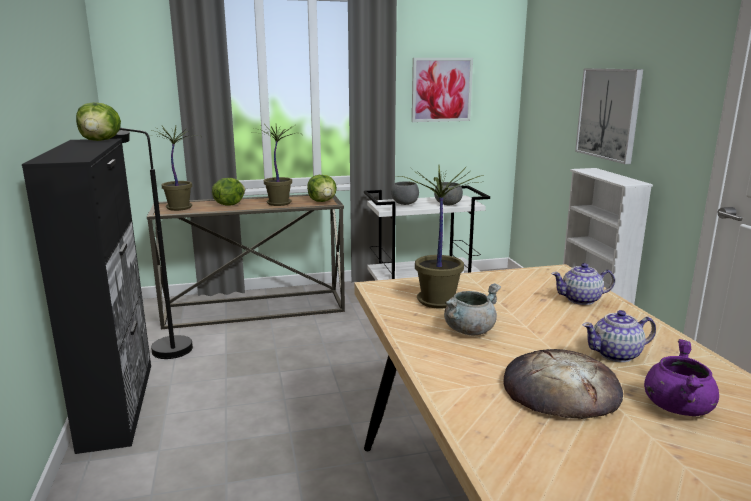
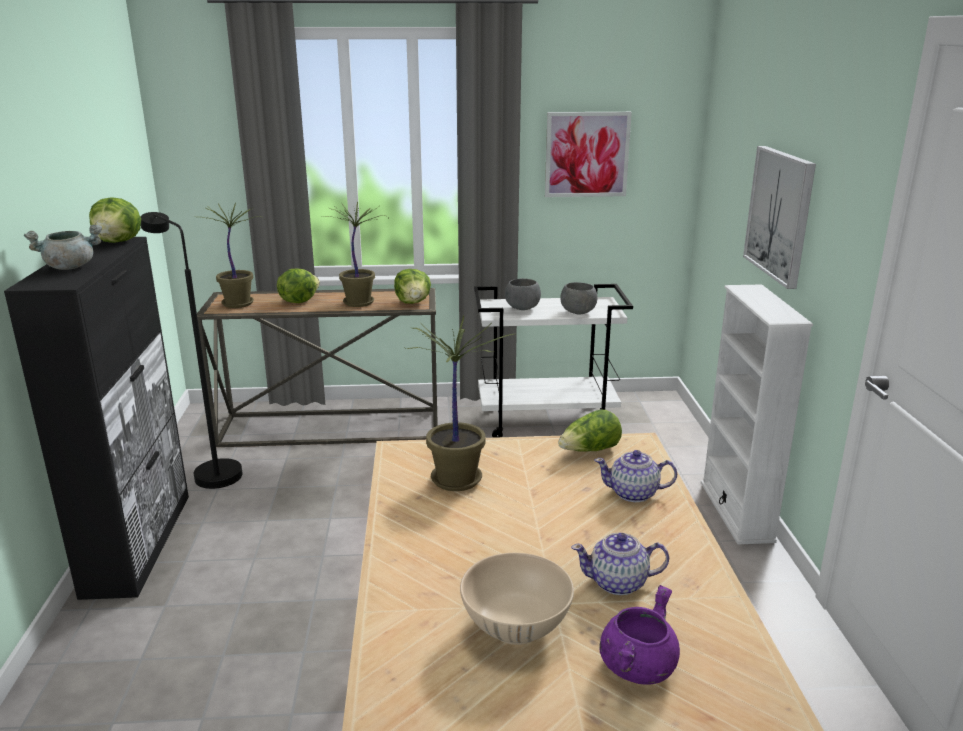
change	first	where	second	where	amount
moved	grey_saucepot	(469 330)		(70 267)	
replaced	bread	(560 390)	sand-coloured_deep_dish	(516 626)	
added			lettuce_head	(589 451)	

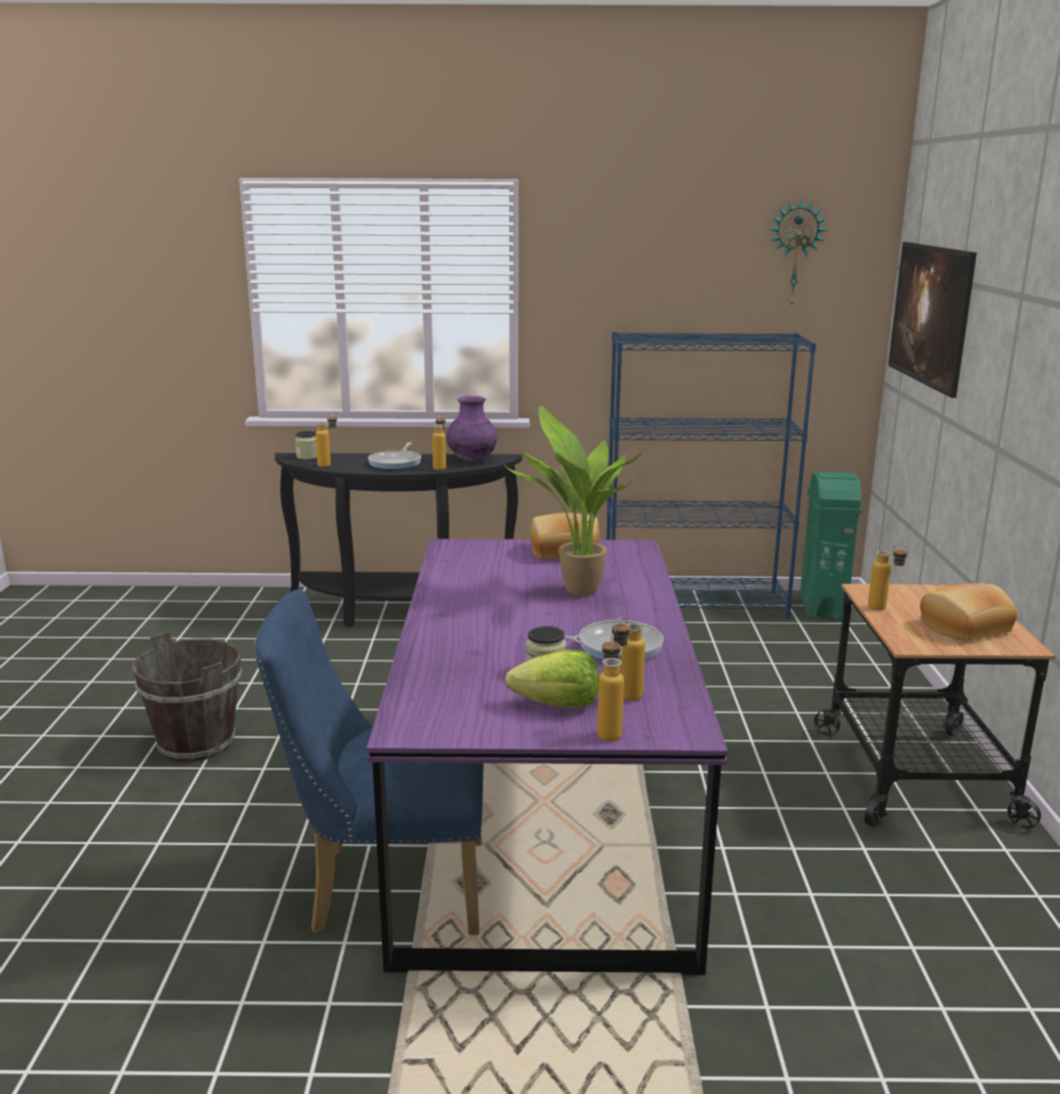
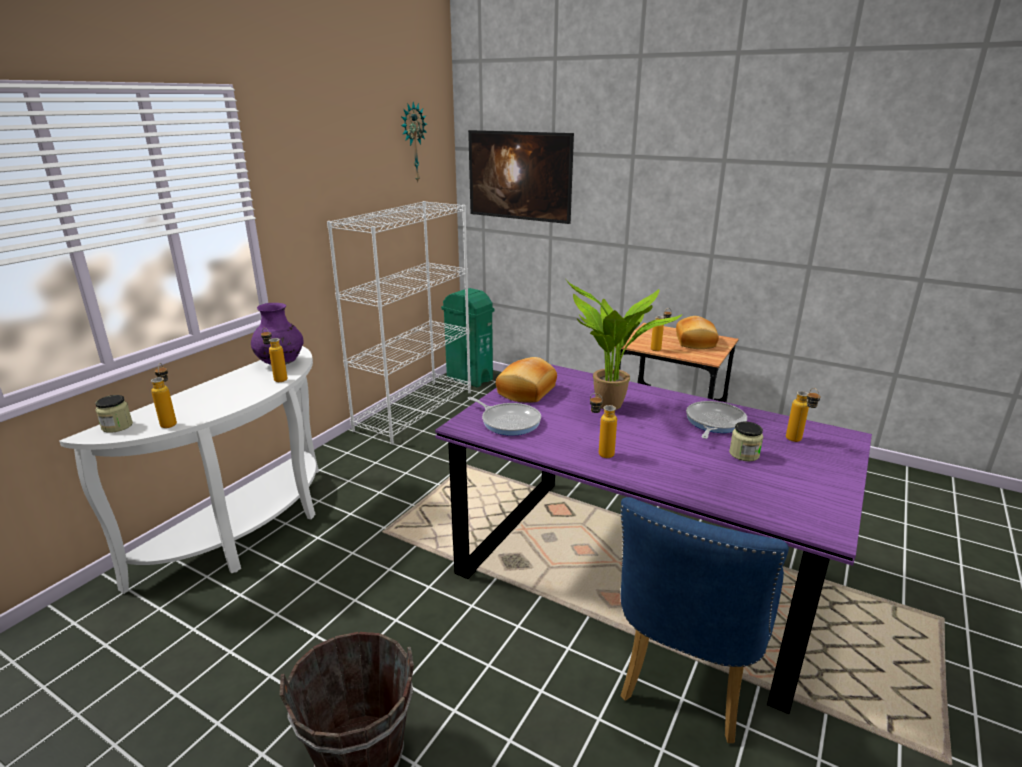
change	first	where	second	where	amount
recoloured	blue_bookshelf	(695 604)	whitish_bookshelf	(415 410)	
moved	pan	(396 463)		(508 421)	
recoloured	black_hall_table	(400 612)	whitish_hall_table	(250 532)	
moved	drink_bottle	(609 730)		(600 453)	
removed	lettuce_head	(558 705)			

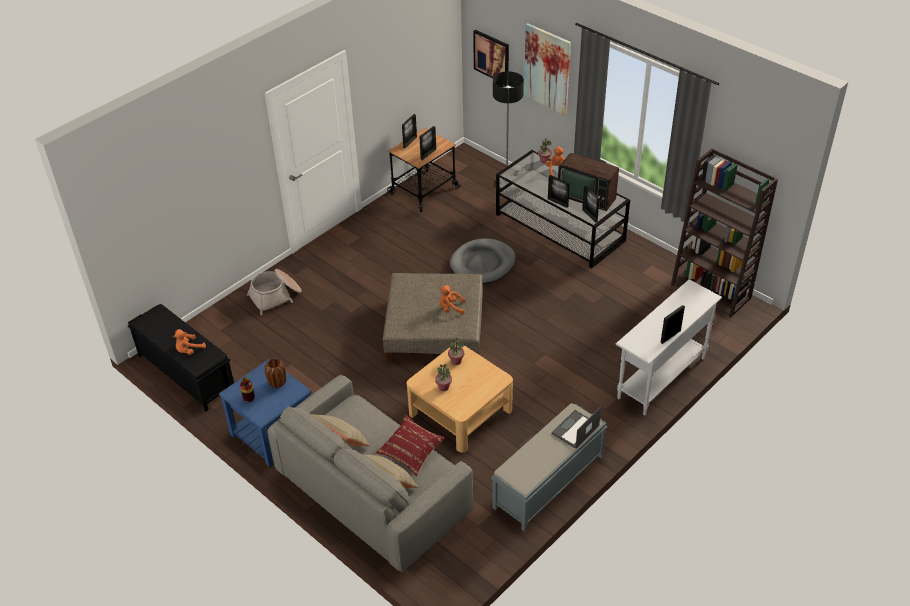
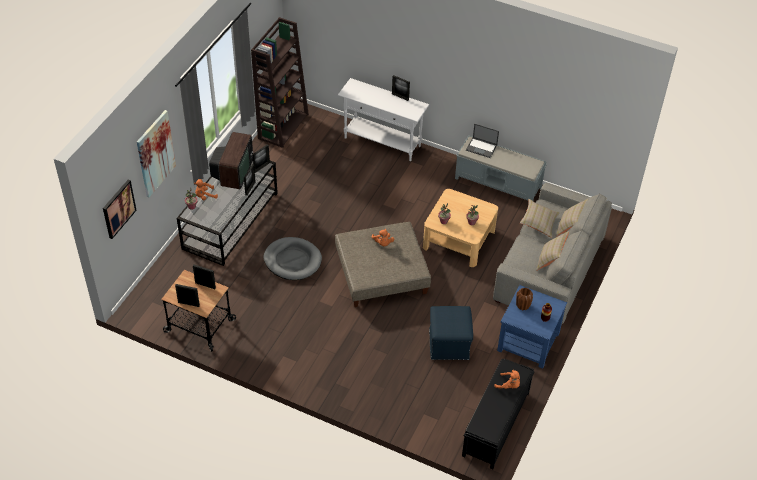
change	first	where	second	where	amount
removed	standard_lamp	(506 182)			
removed	basket	(276 296)			
recoloured	reddish_cushion	(411 451)	sand-coloured_cushion	(539 223)	
added			blue_pouffe	(449 344)	

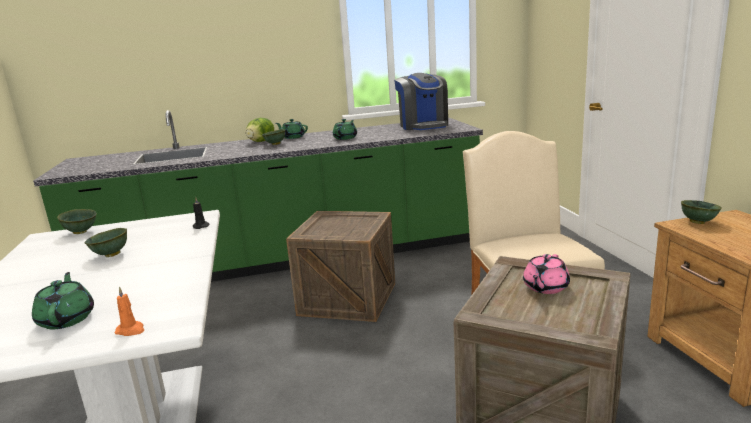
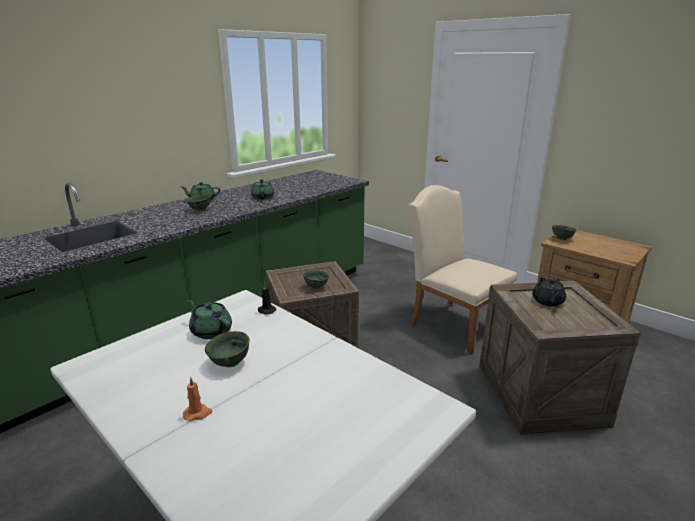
change	first	where	second	where	amount
removed	coffee_brewer	(423 126)			
removed	lettuce_head	(261 141)			
moved	greenish_deep_dish	(81 232)		(315 287)	
recoloured	pink-coloured_teapot	(545 287)	black_teapot	(548 301)	
moved	greenish_teapot	(67 319)		(211 331)	
moved	orange_candle	(131 330)		(198 413)	

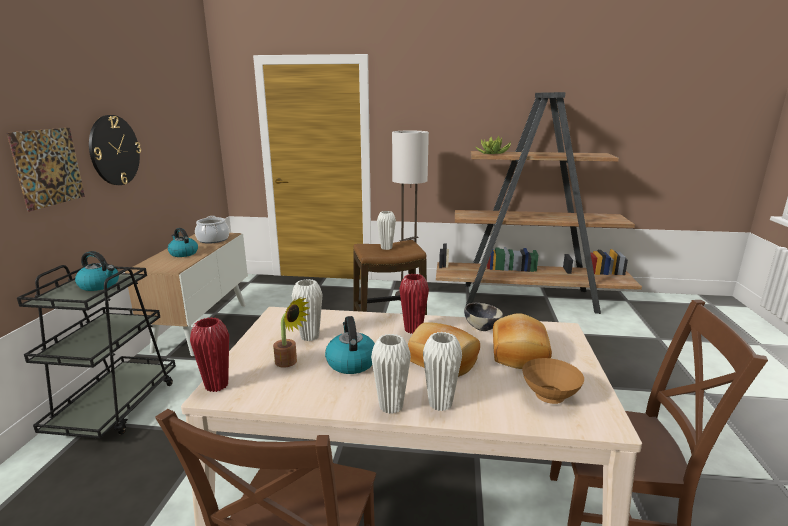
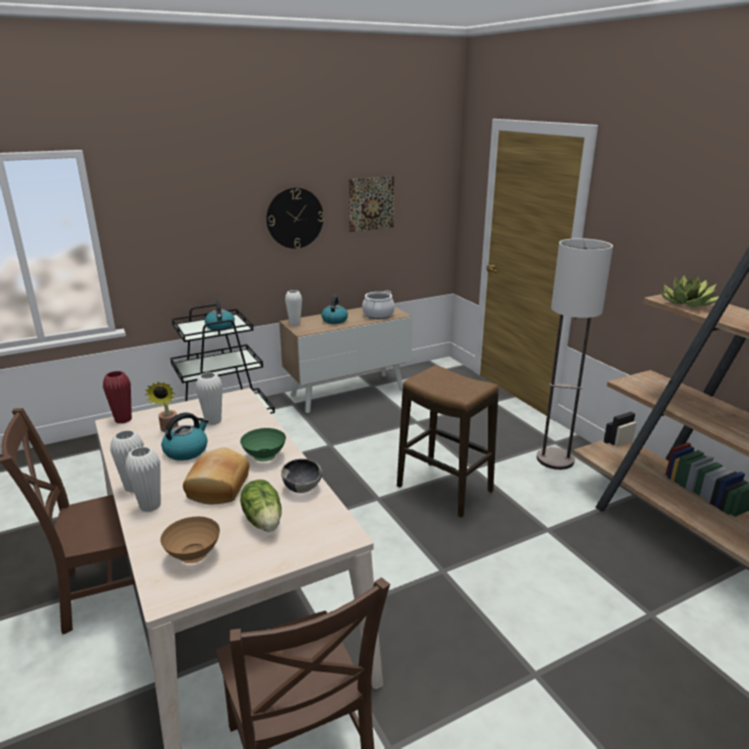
change	first	where	second	where	amount
moved	picture	(48 167)		(371 204)	
moved	whitish_decorative_vase	(386 248)		(295 324)	
replaced	reddish_decorative_vase	(413 329)	greenish_deep_dish	(265 457)	
replaced	bread	(517 353)	lettuce_head	(264 520)	

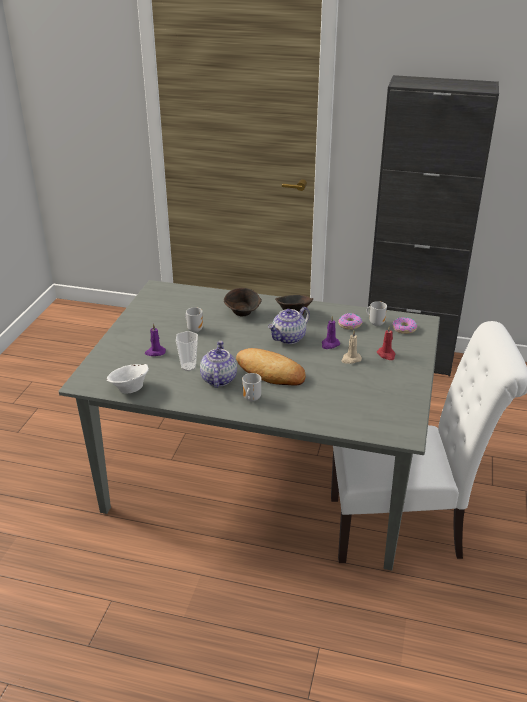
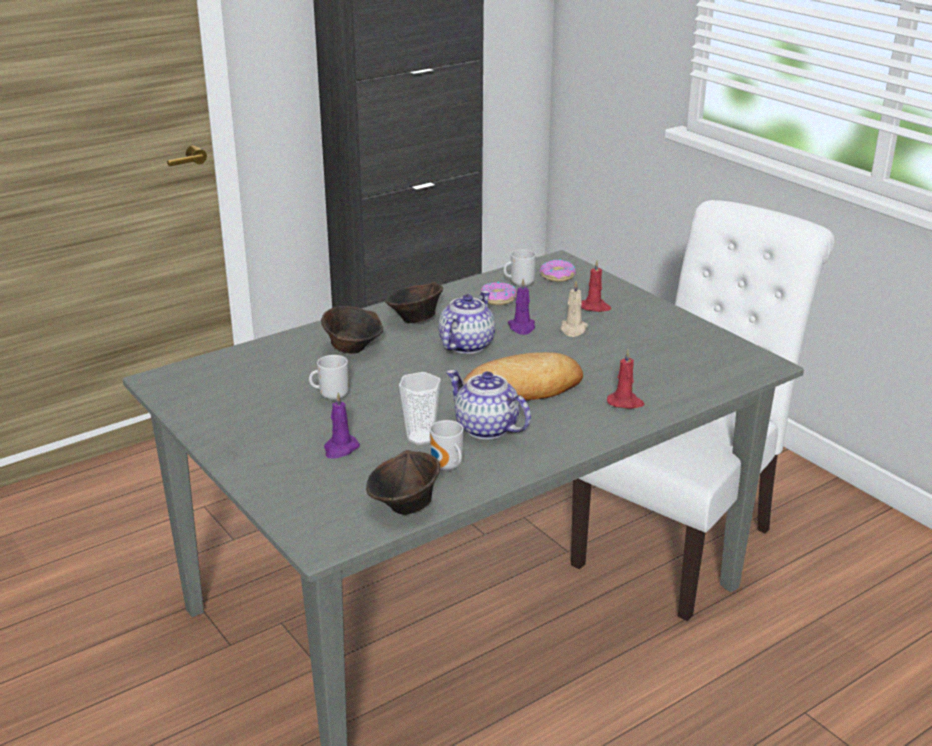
change	first	where	second	where	amount
turned	teapot	(289 338)		(466 345)	150 degrees counterclockwise
recoloured	whitish_deep_dish	(129 389)	brown-coloured_deep_dish	(405 506)	
moved	tea_mug	(250 399)		(446 468)	
added			reddish_candle	(625 402)	

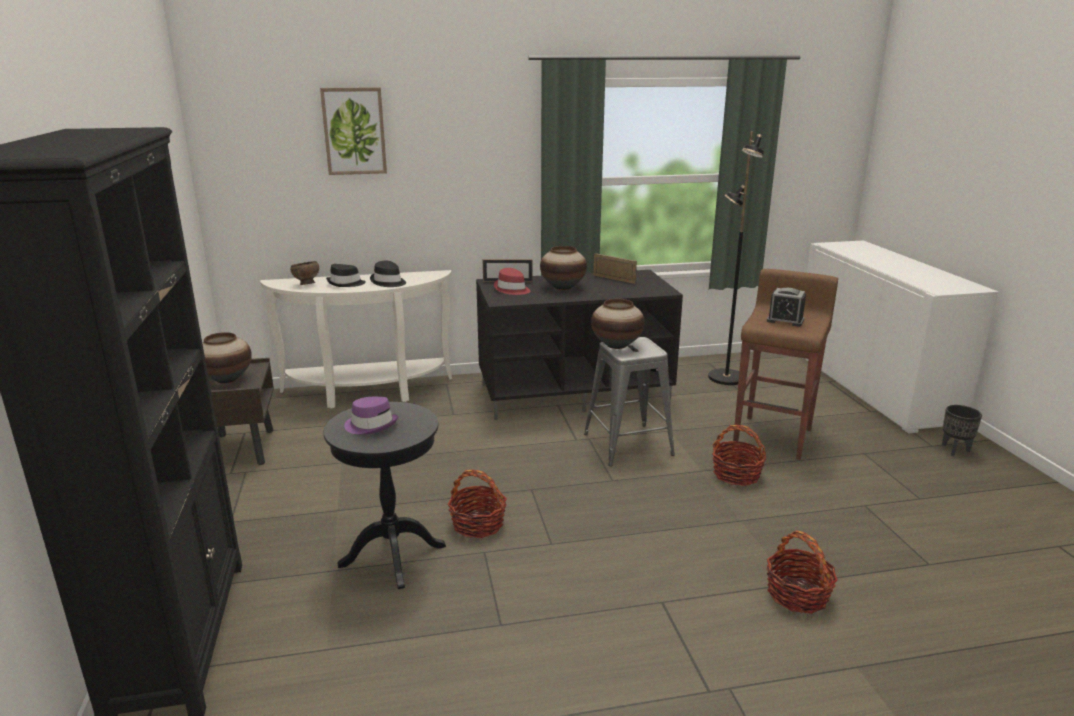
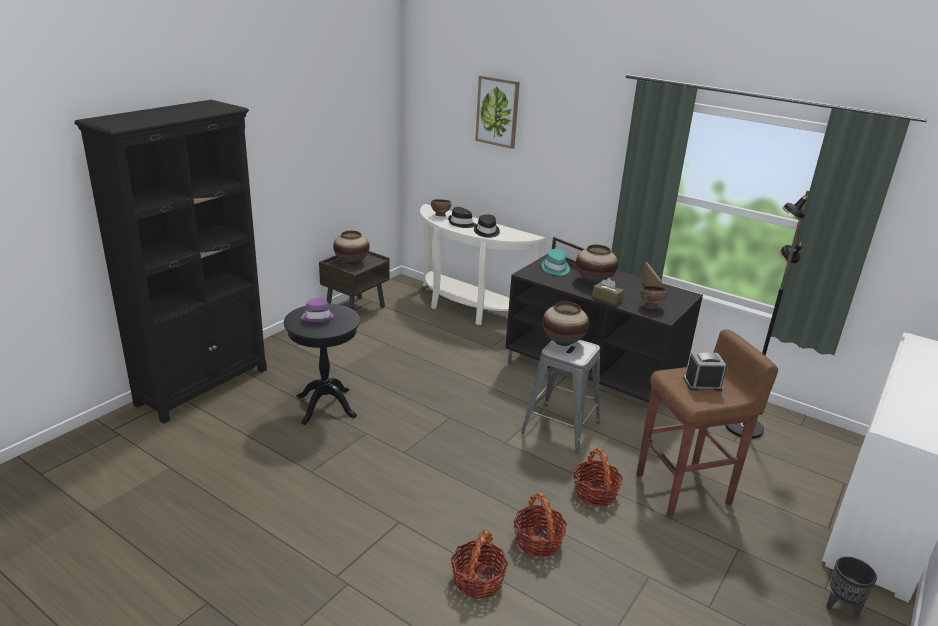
change	first	where	second	where	amount
recoloured	reddish_hat	(512 289)	blue-green_hat	(555 268)	
turned	table_clock	(785 320)		(702 384)	105 degrees clockwise
moved	basket	(478 524)		(538 541)	
added			brown-coloured_tissue_holder	(607 298)	
added			brown-coloured_deep_dish	(650 307)	

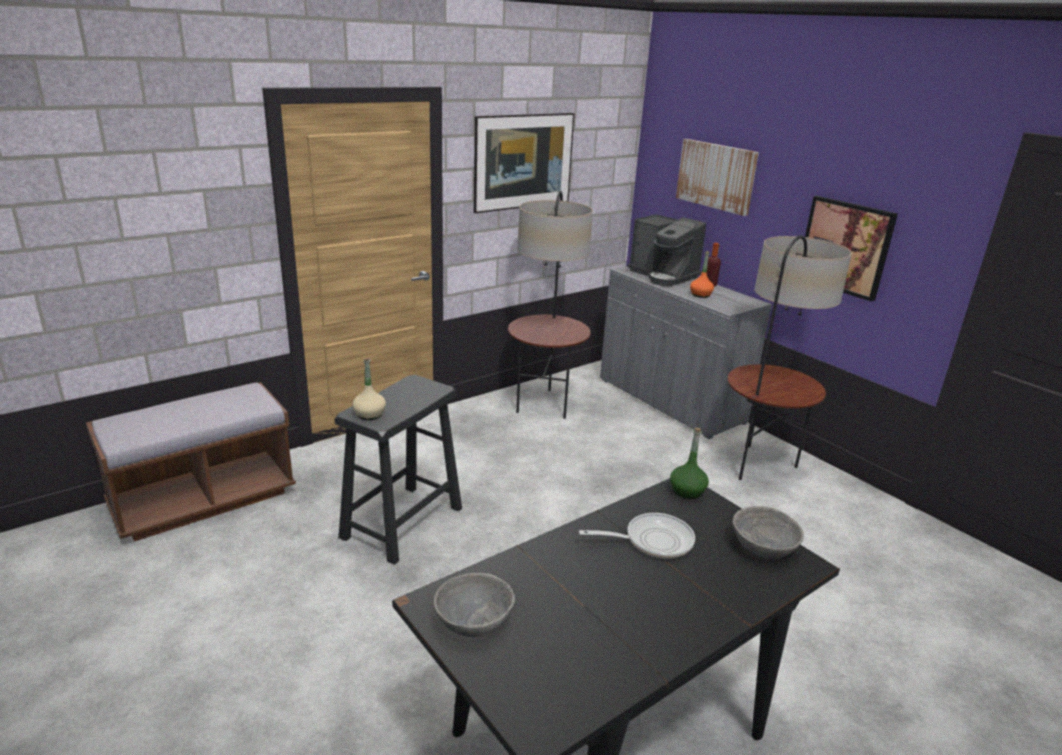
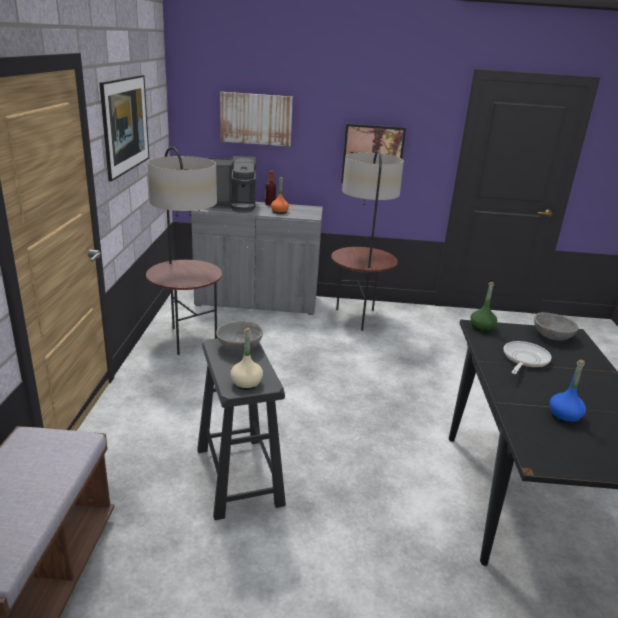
change	first	where	second	where	amount
moved	grey_deep_dish	(474 621)		(240 346)	
added			blue_drink_bottle	(564 416)	

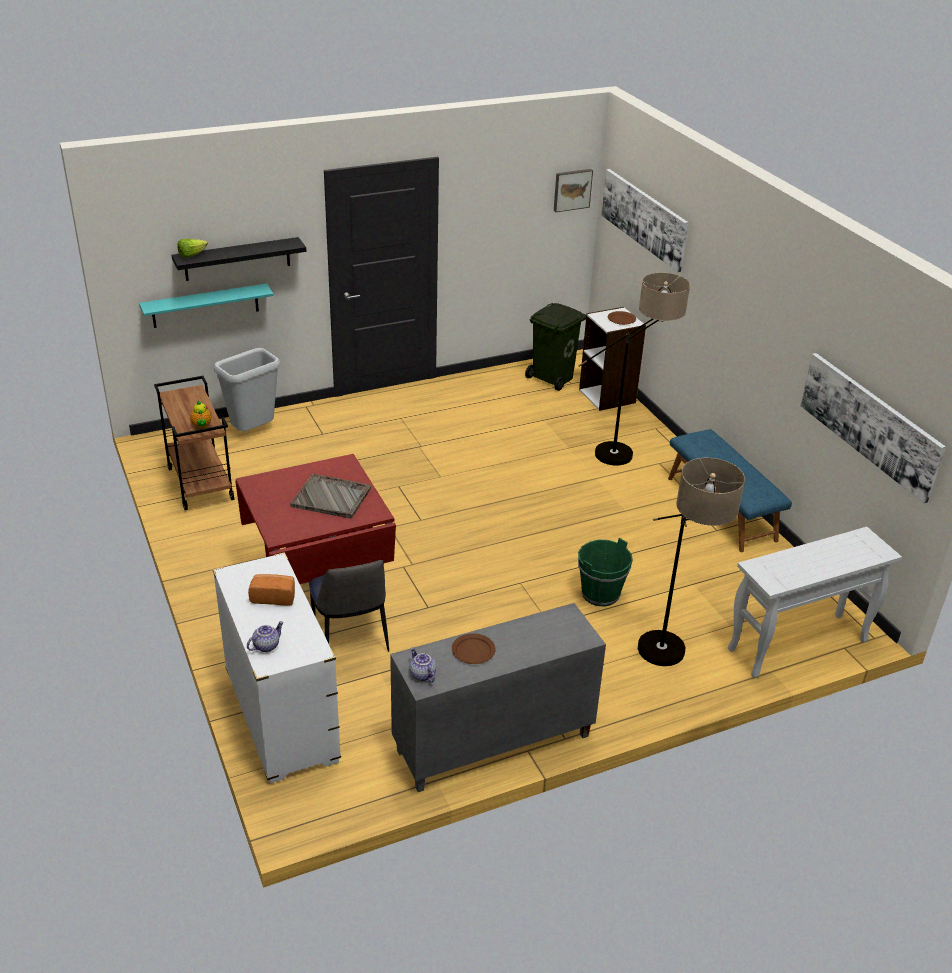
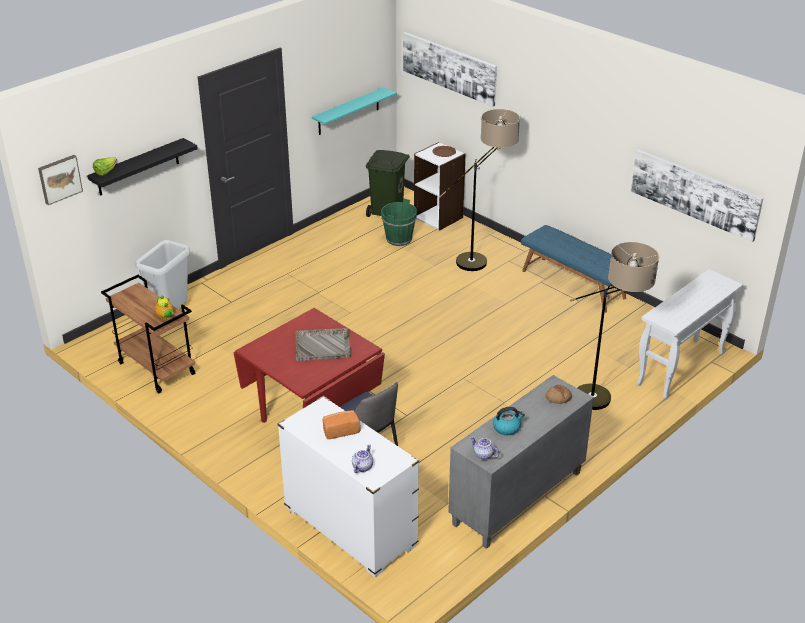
change	first	where	second	where	amount
moved	picture	(572 189)		(59 179)	
moved	blue-green_shelf	(205 306)		(348 111)	
moved	greenish_bucket	(600 594)		(399 239)	
replaced	brown-coloured_flat_dish	(473 650)	tea_kettle	(507 428)	
added			bread	(558 398)	

